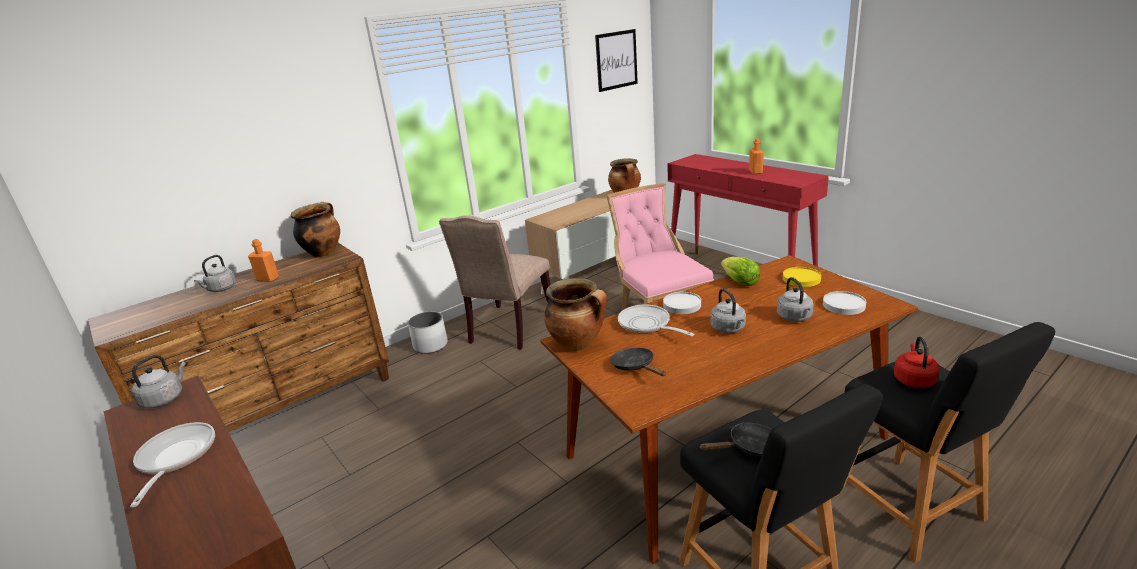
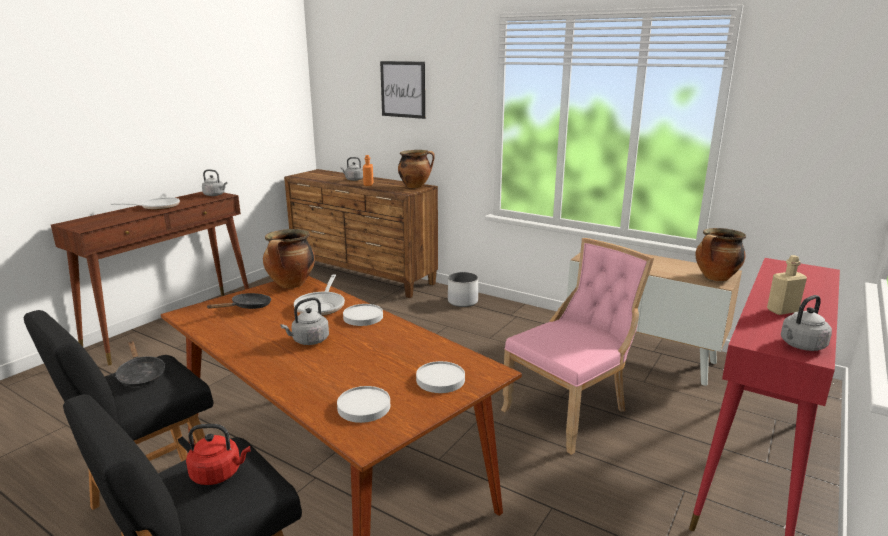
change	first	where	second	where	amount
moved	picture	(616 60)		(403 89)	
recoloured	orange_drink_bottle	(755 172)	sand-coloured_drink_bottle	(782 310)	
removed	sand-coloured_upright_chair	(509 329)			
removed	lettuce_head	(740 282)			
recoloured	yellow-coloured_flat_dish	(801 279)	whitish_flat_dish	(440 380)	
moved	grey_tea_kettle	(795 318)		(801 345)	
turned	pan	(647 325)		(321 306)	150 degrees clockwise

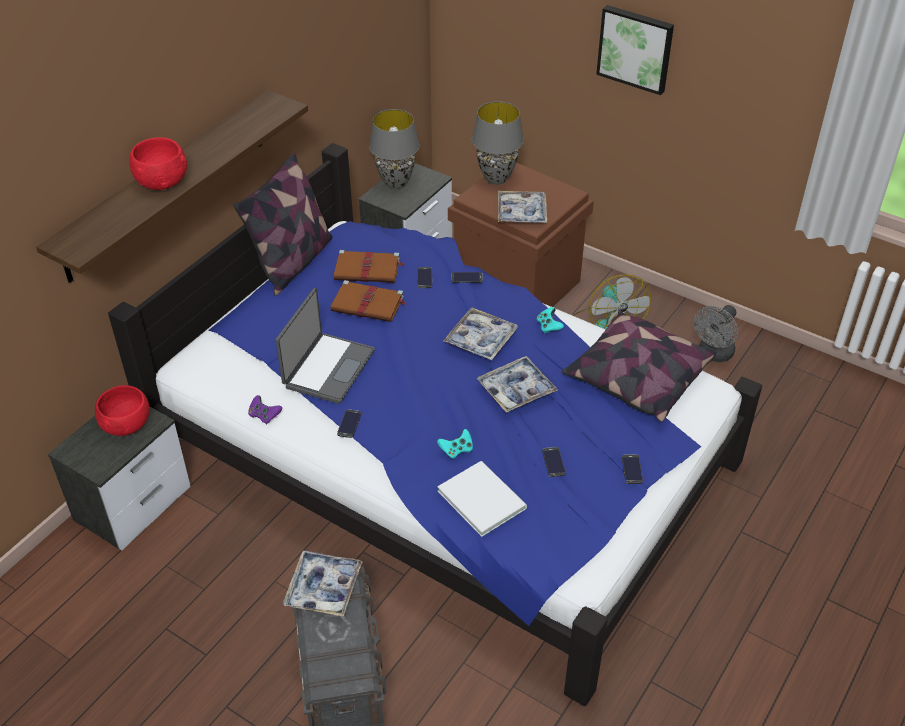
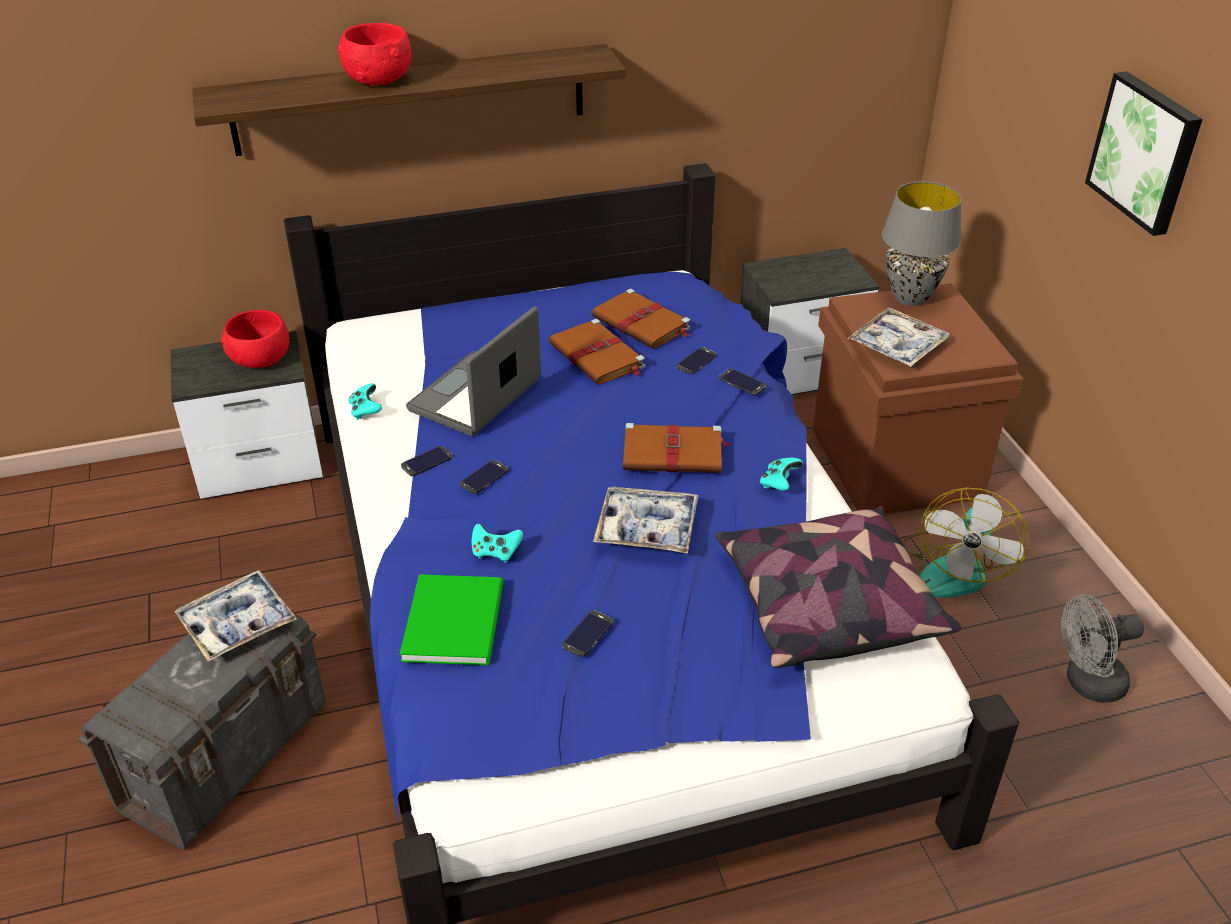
change	first	where	second	where	amount
removed	grey_lamp_for_a_table	(395 183)			
removed	cushion	(293 262)			
turned	notebook_computer	(327 368)		(477 397)	150 degrees clockwise
replaced	tray	(481 339)	brown-coloured_bound_book	(674 453)	
recoloured	purple-coloured_game_controller	(264 416)	blue-green_game_controller	(365 411)	
moved	telephone	(632 469)		(484 477)	
recoloured	whitish_bound_book	(481 497)	greenish_bound_book	(457 619)	

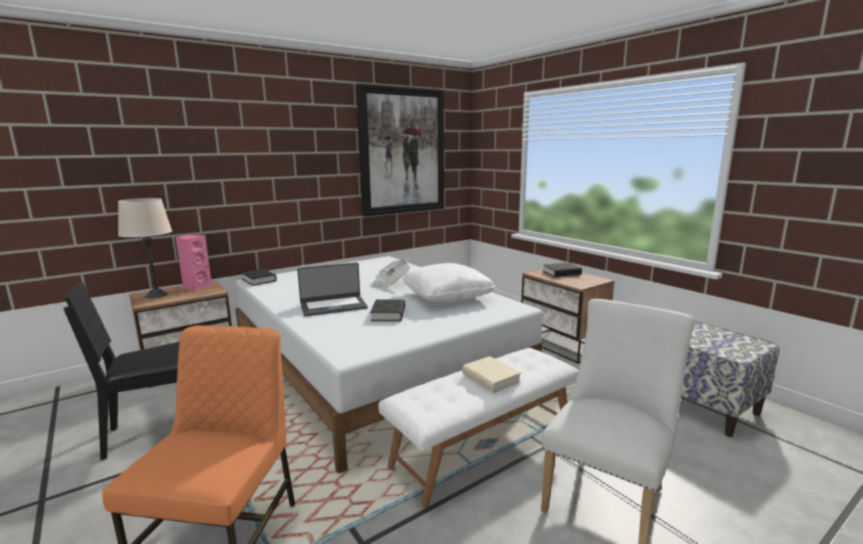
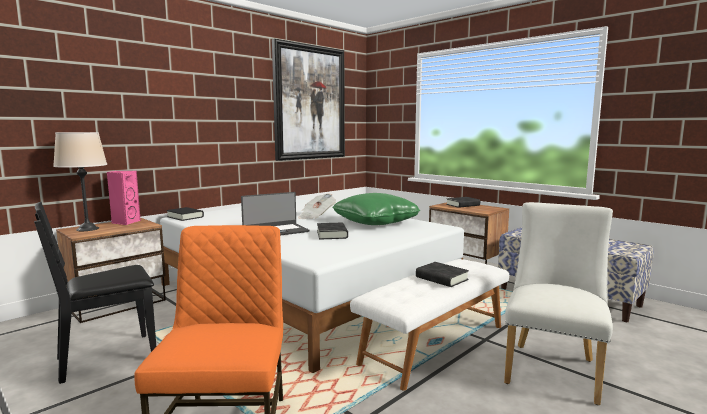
change	first	where	second	where	amount
recoloured	whitish_cushion	(447 297)	greenish_cushion	(375 222)	
recoloured	sand-coloured_bound_book	(491 379)	black_bound_book	(441 278)	

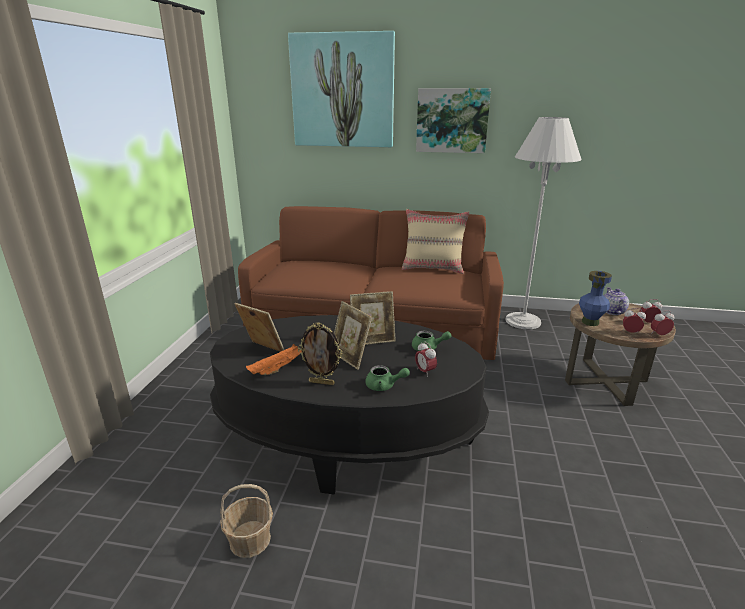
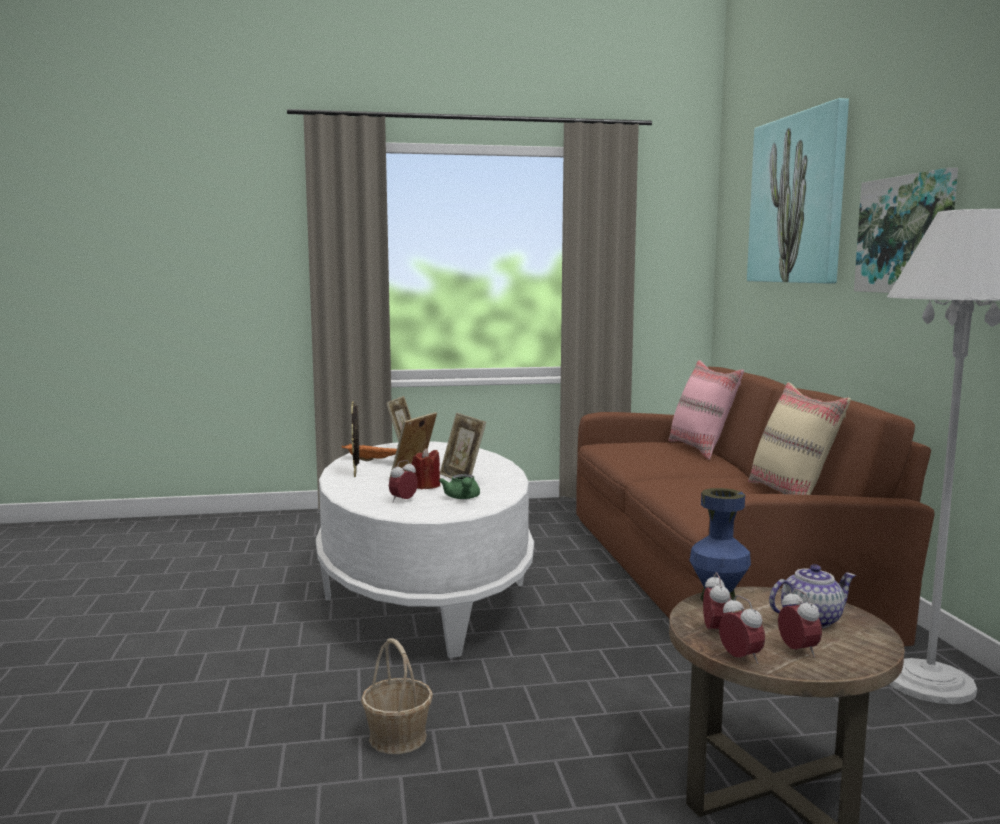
change	first	where	second	where	amount
recoloured	black_low_table	(347 435)	whitish_low_table	(425 591)	
removed	greenish_teapot	(384 386)			
moved	basket	(250 539)		(398 737)	
added			pink-coloured_cushion	(701 449)	
added			reddish_candle	(426 486)	

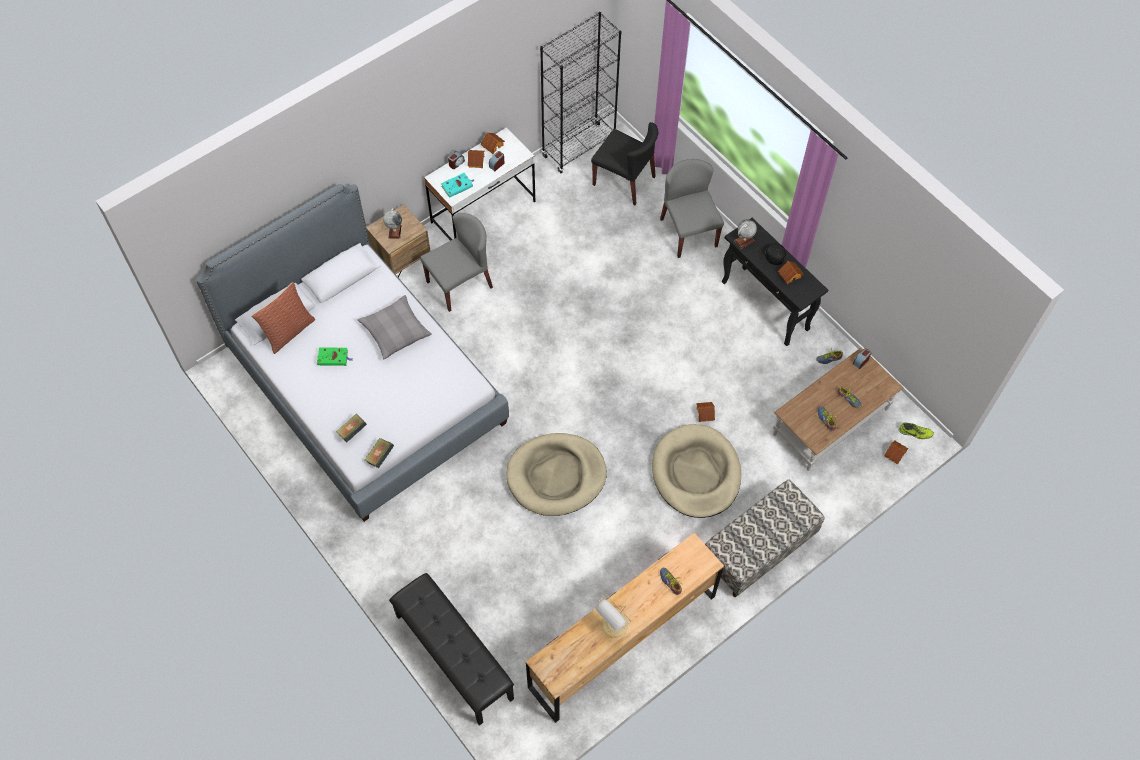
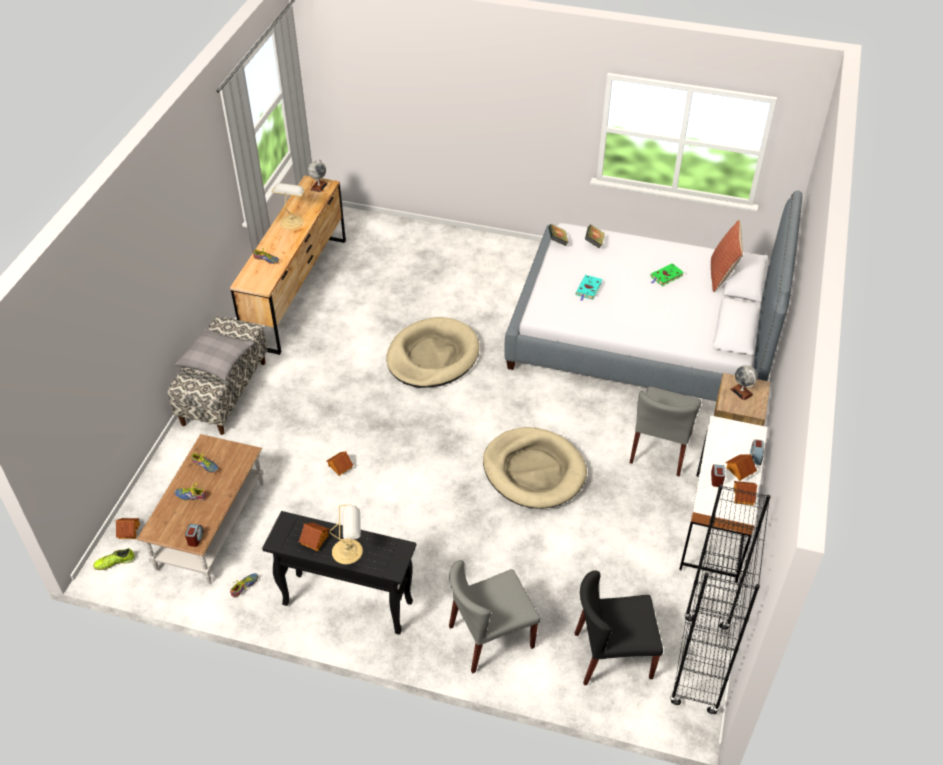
change	first	where	second	where	amount
turned	grey_upright_chair	(688 232)		(490 637)	120 degrees clockwise
moved	blue-green_bound_book	(458 186)		(588 289)	
moved	desk_globe	(744 241)		(319 186)	
replaced	black_peaked_cap	(772 255)	lamp_for_a_table	(349 551)	
moved	grey_cushion	(395 331)		(216 360)	
moved	sand-coloured_dog_bed	(696 473)		(534 471)	
removed	black_long_seat	(453 657)			

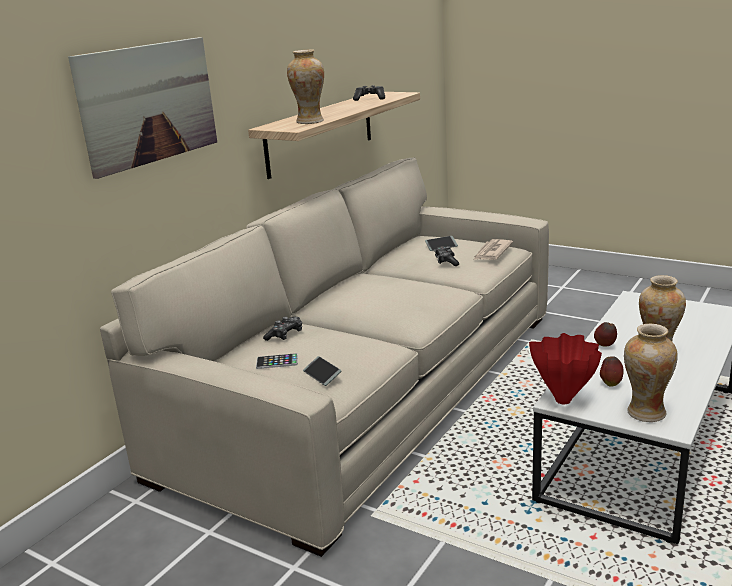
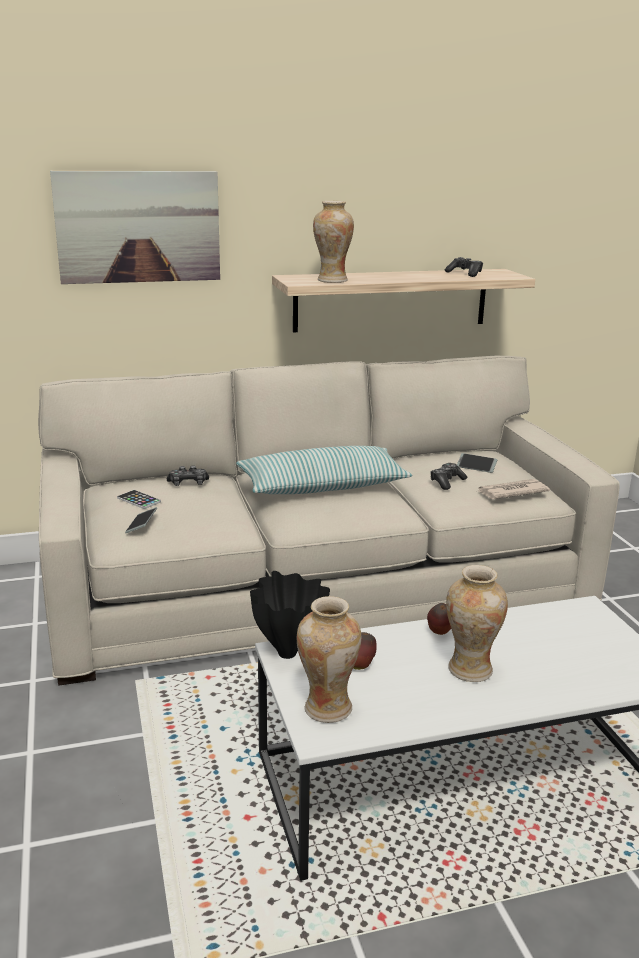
change	first	where	second	where	amount
recoloured	reddish_decorative_vase	(564 401)	black_decorative_vase	(287 654)	
added			cushion	(323 486)	

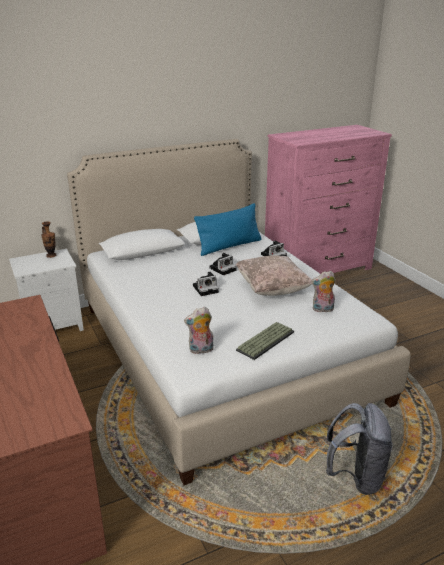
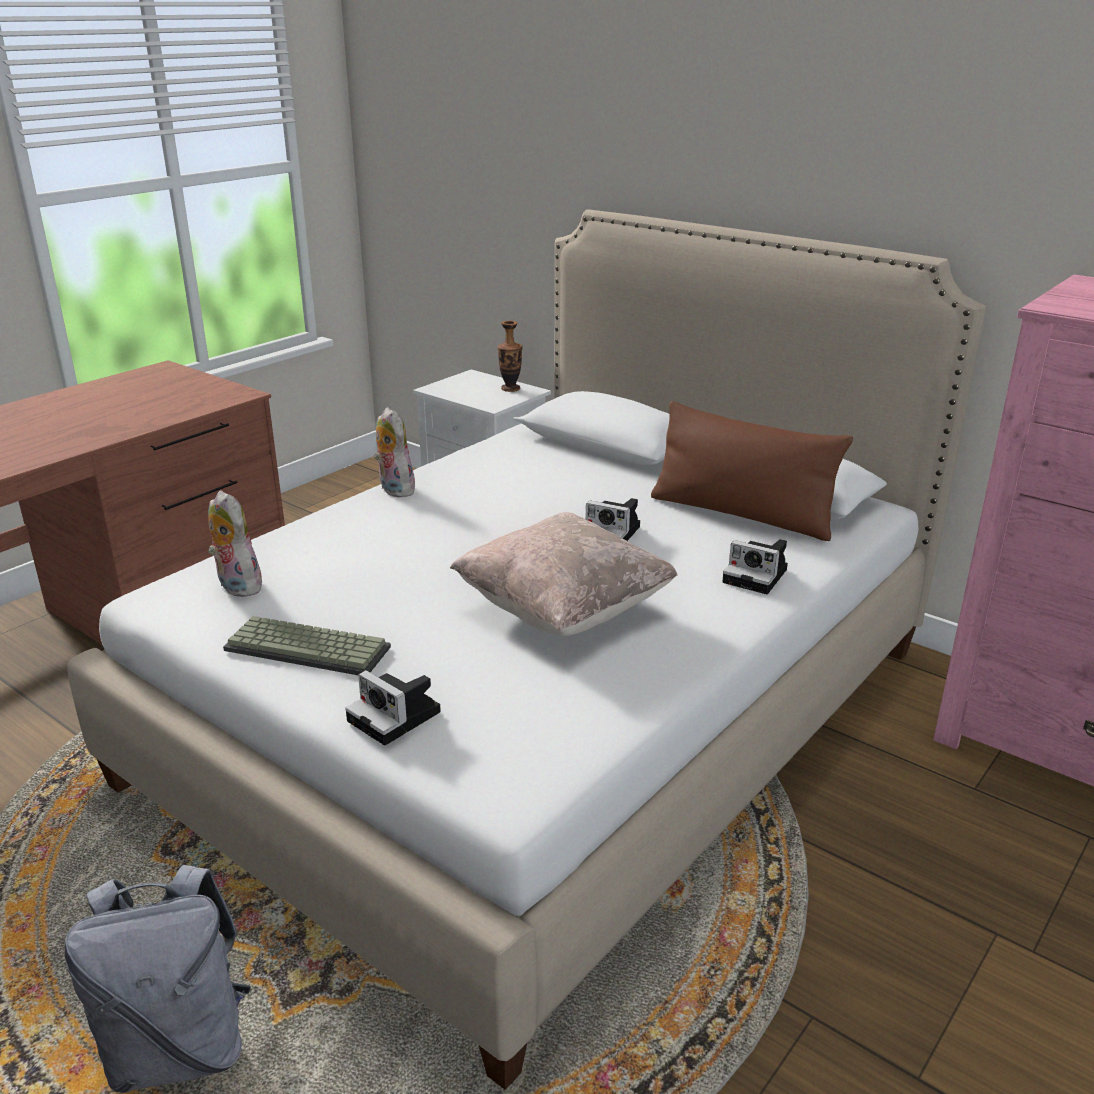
change	first	where	second	where	amount
recoloured	blue_cushion	(229 246)	brown-coloured_cushion	(741 514)	
moved	cuddly_toy	(322 309)		(394 489)	
moved	photo_camera	(206 289)		(397 717)	

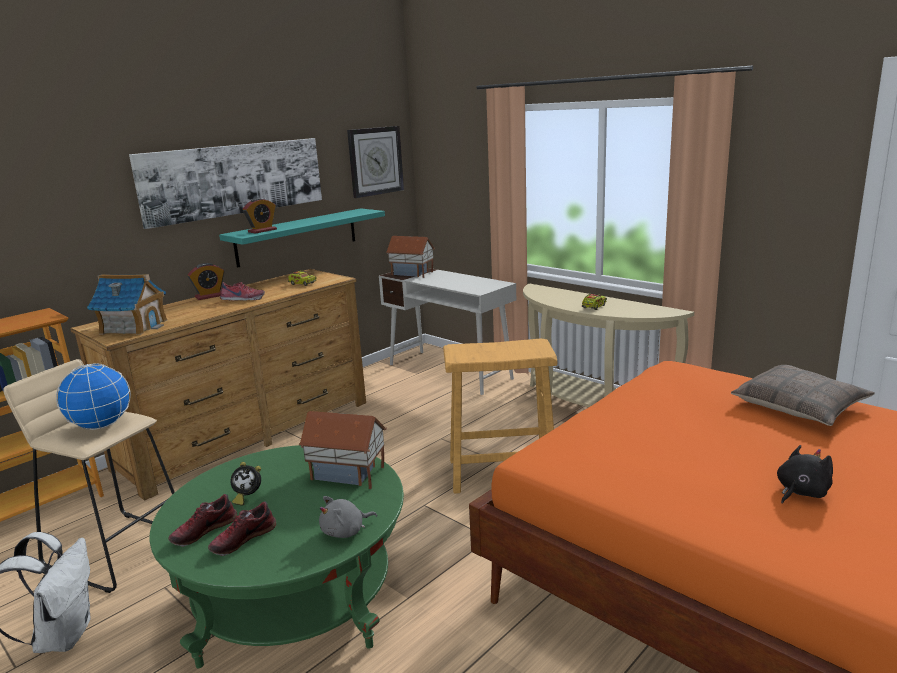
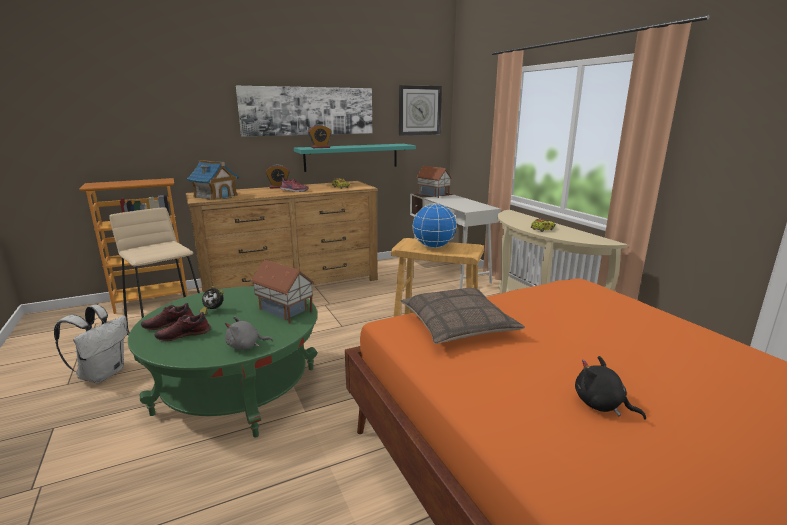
change	first	where	second	where	amount
moved	desk_globe	(100 426)		(433 247)	
moved	cushion	(800 406)		(458 326)	
turned	black_cuddly_toy	(800 492)		(601 405)	120 degrees counterclockwise

